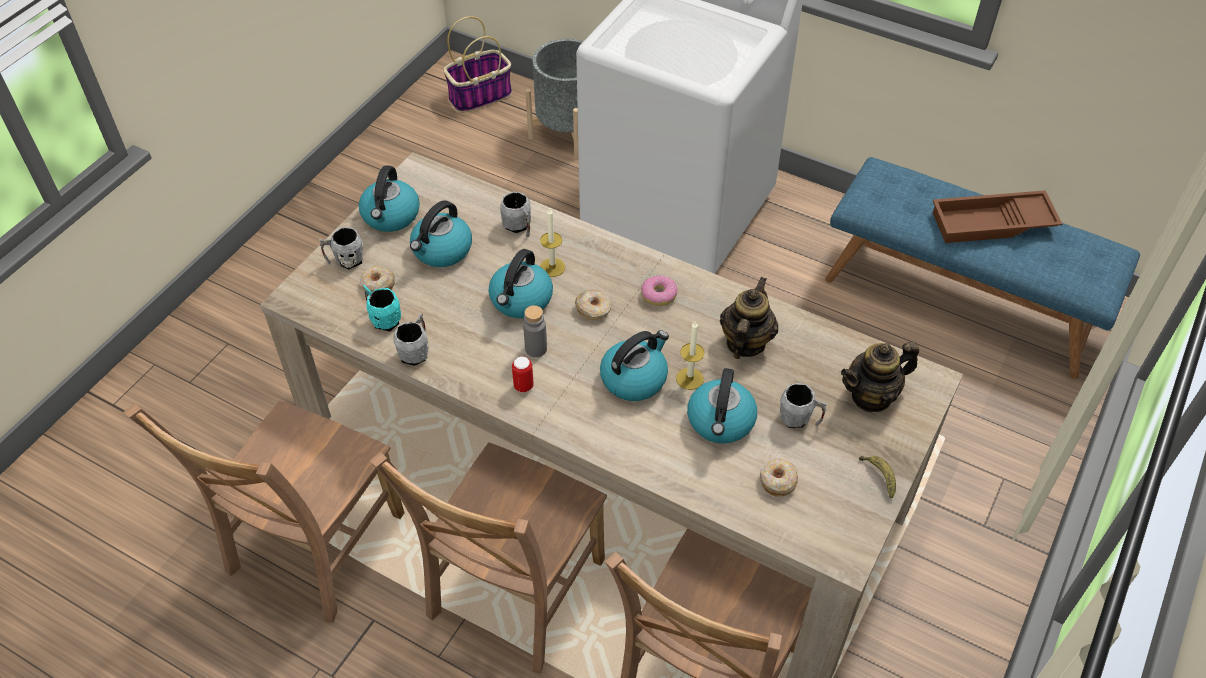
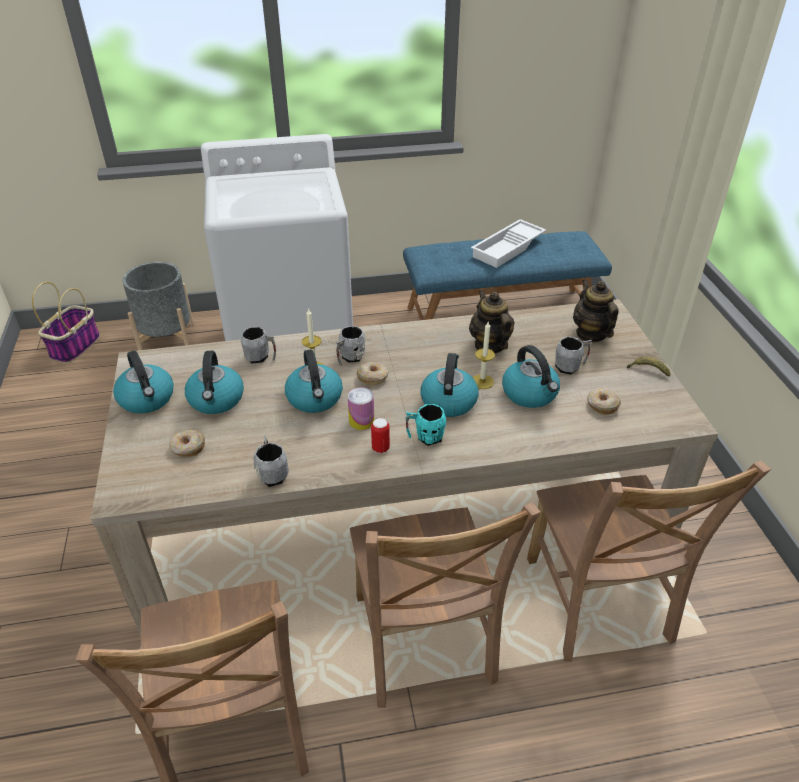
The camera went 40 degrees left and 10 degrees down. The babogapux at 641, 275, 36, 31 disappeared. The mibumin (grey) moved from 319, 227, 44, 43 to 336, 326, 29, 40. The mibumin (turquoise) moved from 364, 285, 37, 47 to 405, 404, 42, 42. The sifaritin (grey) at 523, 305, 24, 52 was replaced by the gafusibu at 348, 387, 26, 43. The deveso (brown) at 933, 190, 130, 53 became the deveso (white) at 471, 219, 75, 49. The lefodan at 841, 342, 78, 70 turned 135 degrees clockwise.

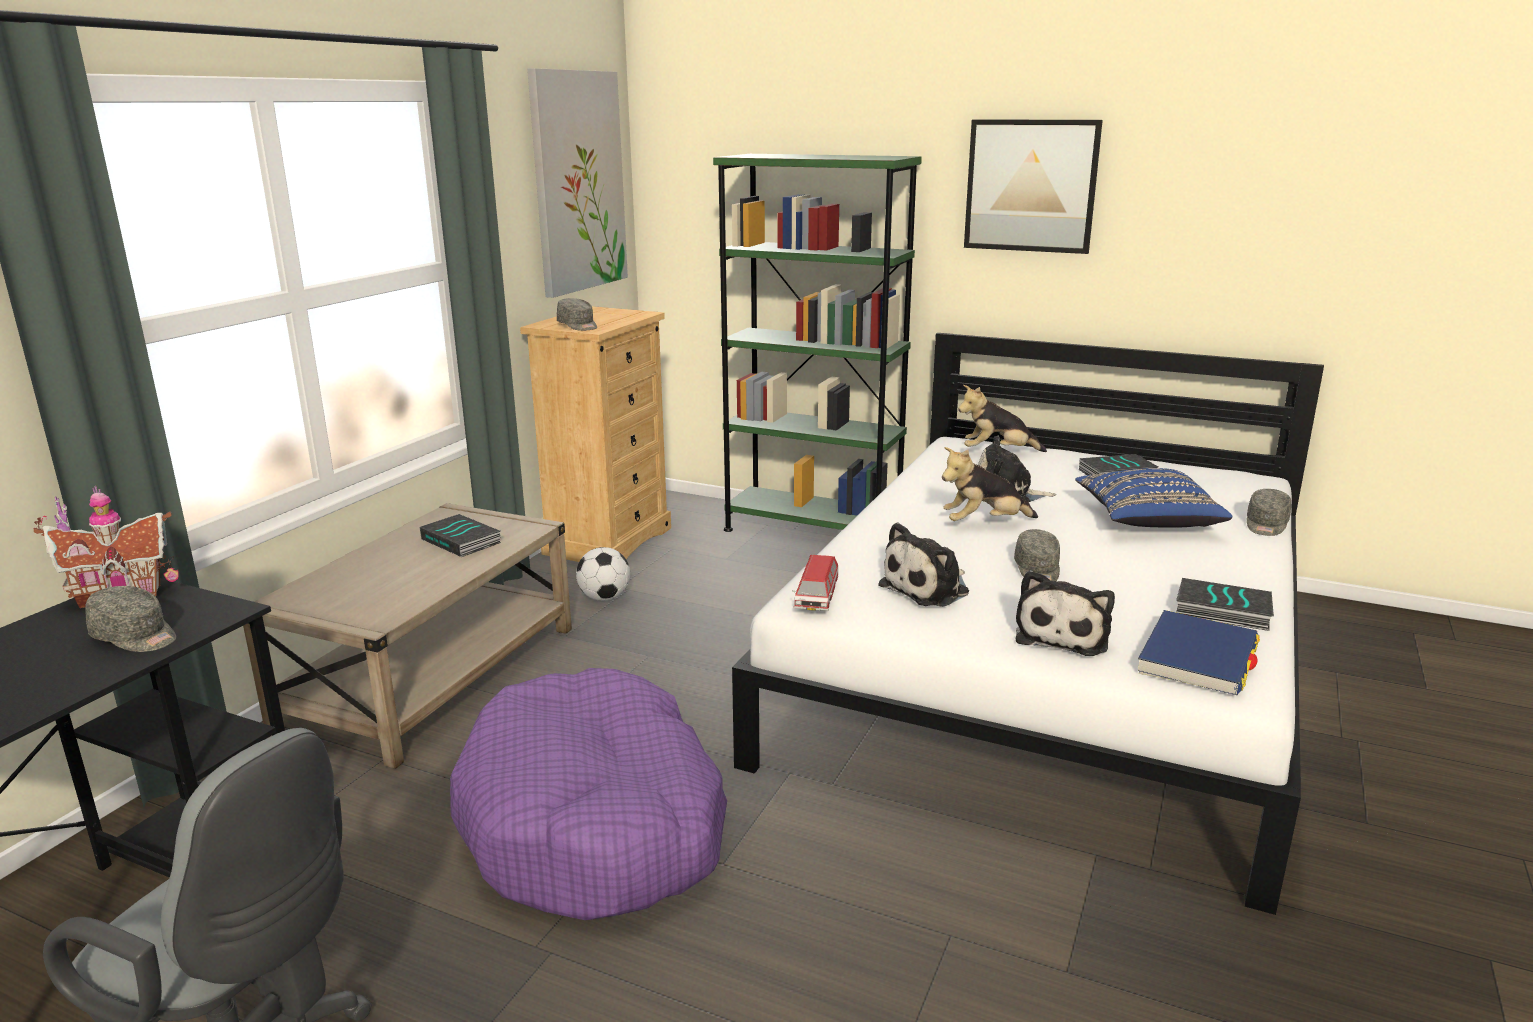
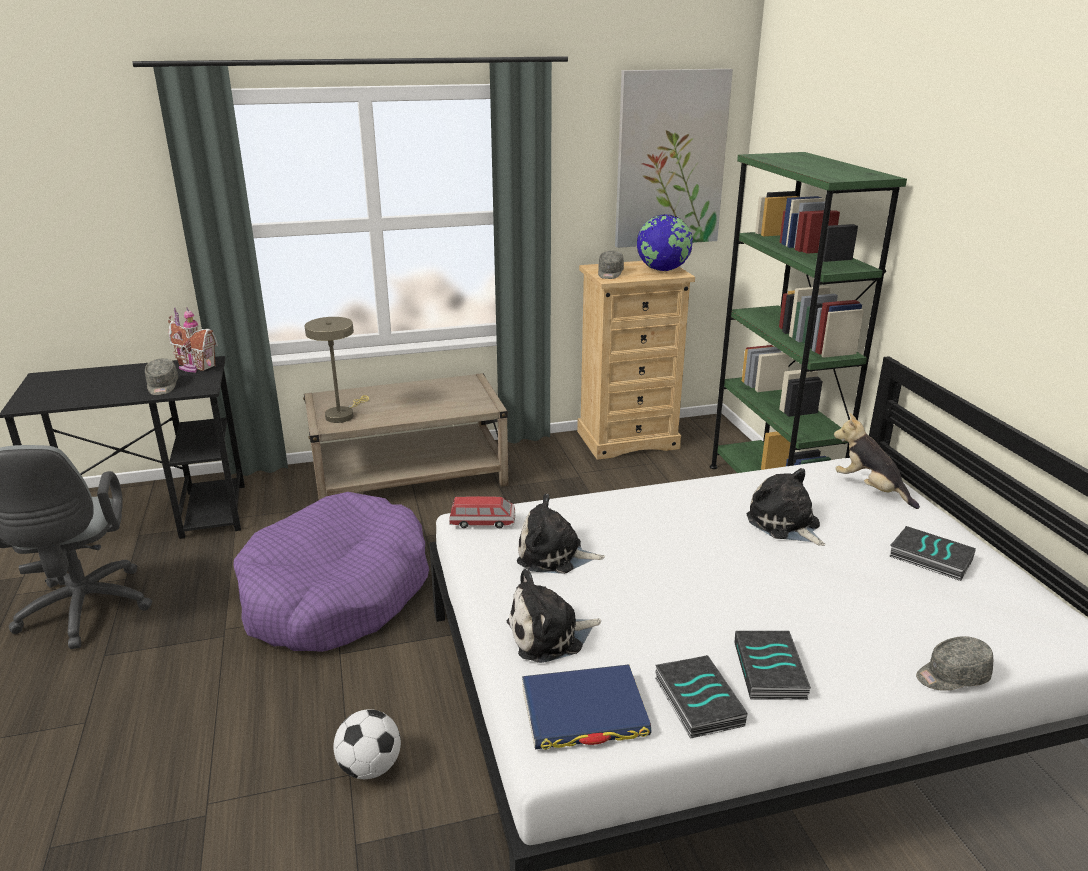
The camera went 50 degrees right and 5 degrees up. The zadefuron at 942, 447, 96, 74 disappeared. The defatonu at 964, 120, 139, 134 disappeared. The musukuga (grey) at 1014, 529, 46, 52 disappeared. The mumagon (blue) at 1075, 468, 157, 60 disappeared. The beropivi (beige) at 305, 317, 64, 106 appeared. The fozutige at 637, 214, 56, 57 appeared. The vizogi moved from 419, 514, 82, 43 to 734, 631, 77, 69. The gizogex moved from 576, 547, 54, 54 to 333, 709, 68, 70. The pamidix at 792, 555, 46, 56 turned 150 degrees counterclockwise.

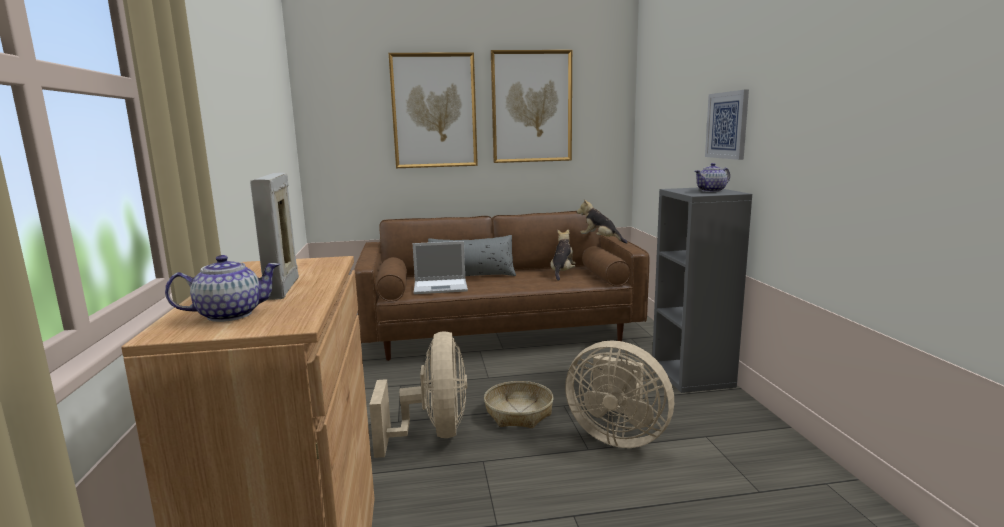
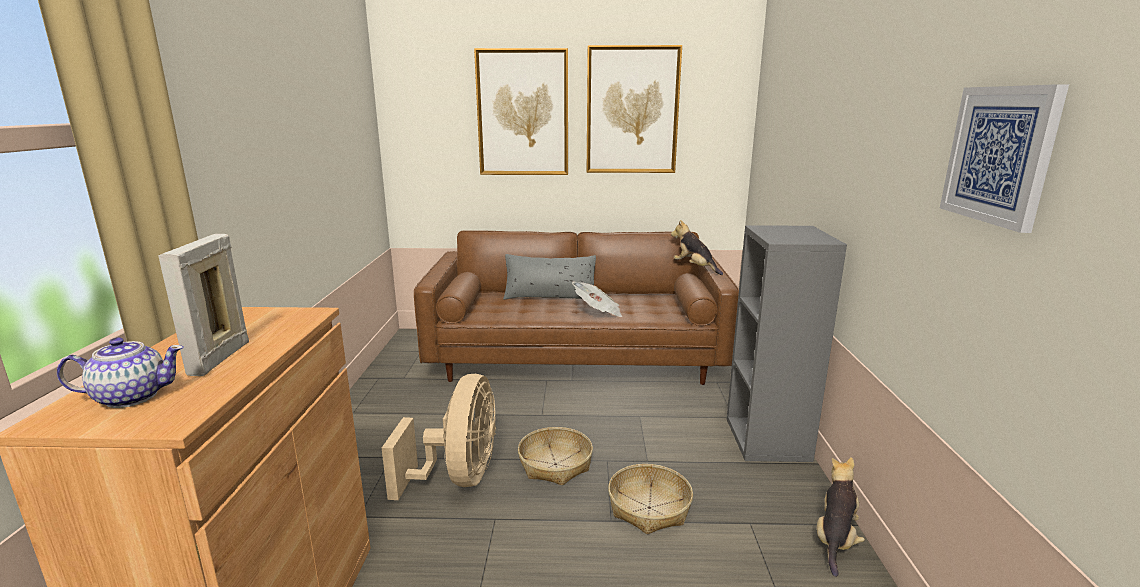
The camera went 10 degrees right and 5 degrees up. The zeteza at 413, 241, 55, 53 disappeared. The lefodan at 695, 163, 35, 29 disappeared. The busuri at 572, 282, 50, 35 appeared. The zadefuron moved from 550, 229, 25, 52 to 817, 457, 48, 120. The defatonu moved from 705, 90, 44, 70 to 940, 84, 129, 149. The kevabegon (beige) at 565, 340, 109, 108 was replaced by the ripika at 608, 464, 85, 70.

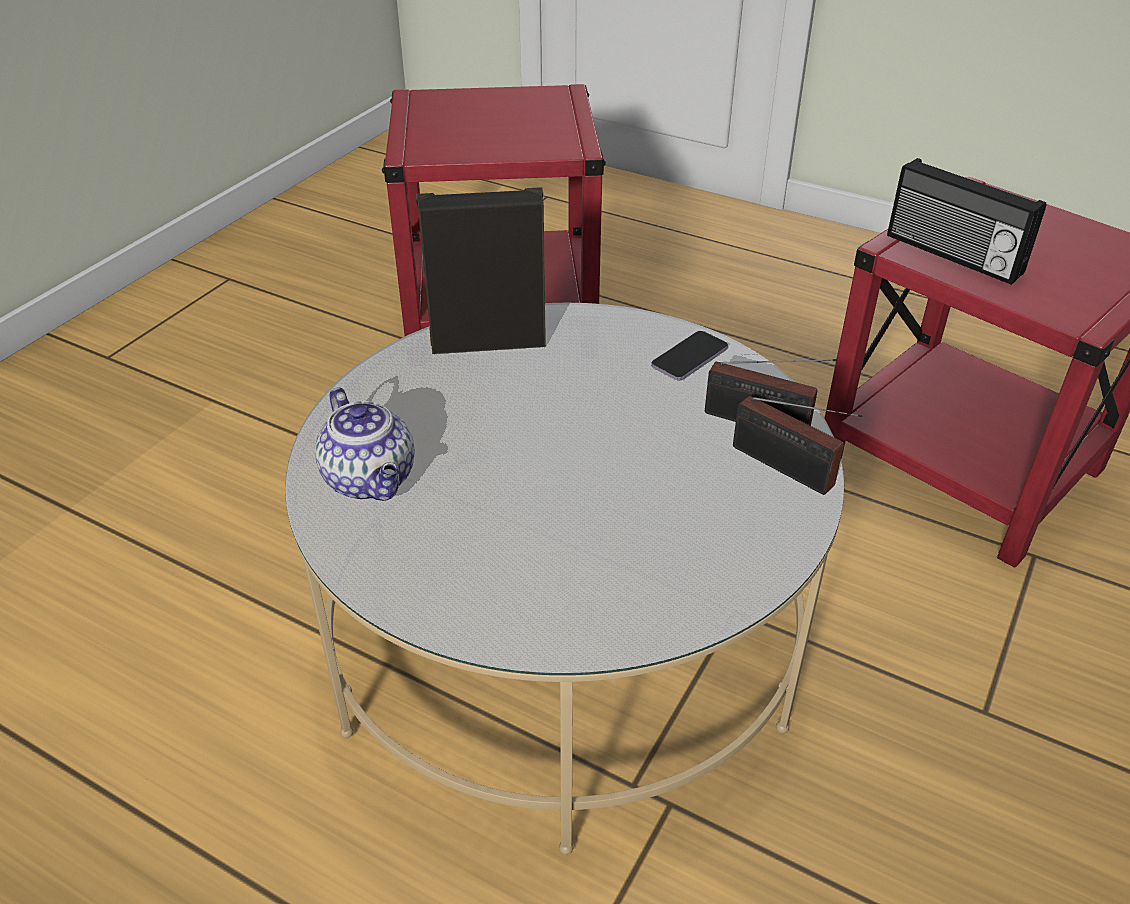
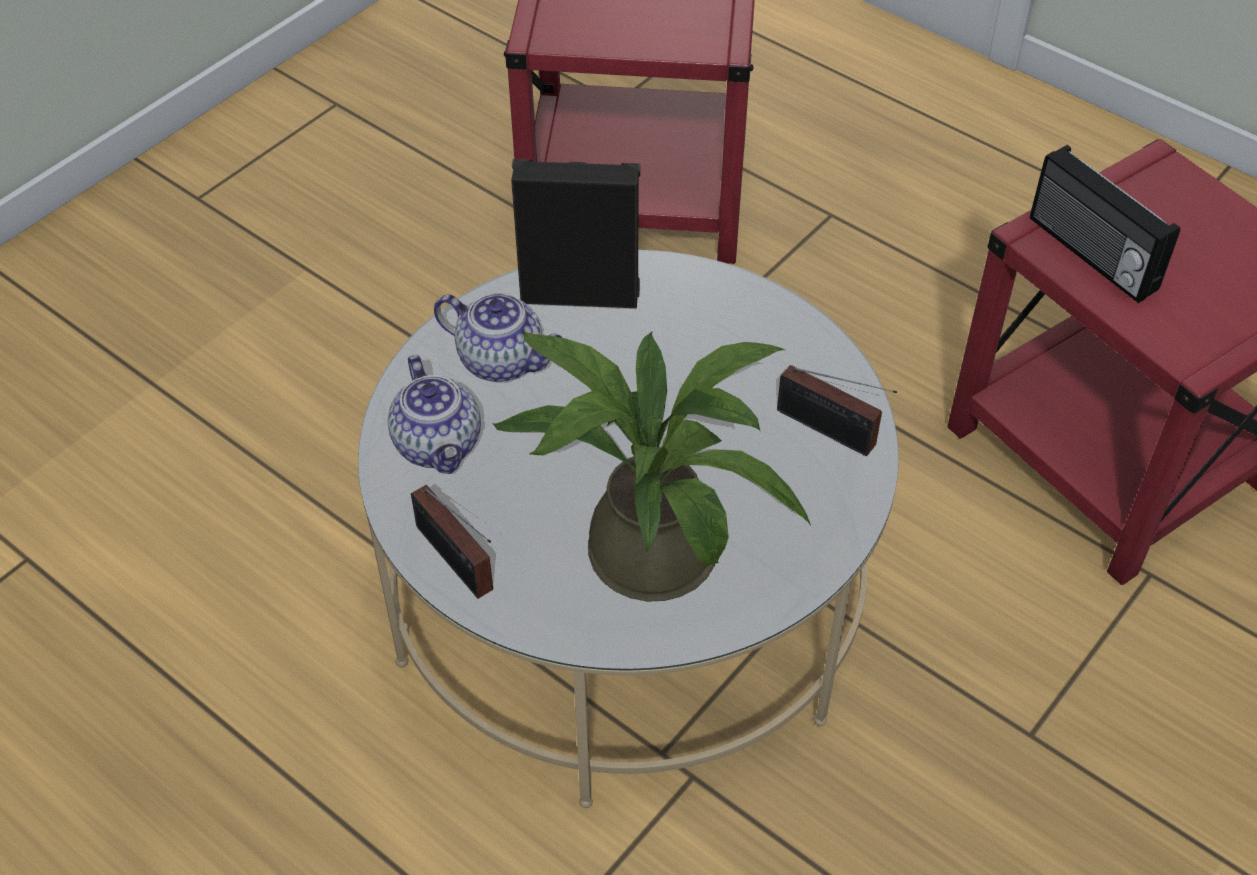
The camera went 10 degrees right and 10 degrees up. The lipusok at 651, 331, 77, 49 disappeared. The lefodan at 434, 293, 128, 89 appeared. The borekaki at 493, 331, 318, 270 appeared. The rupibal moved from 733, 396, 130, 99 to 411, 485, 82, 114.

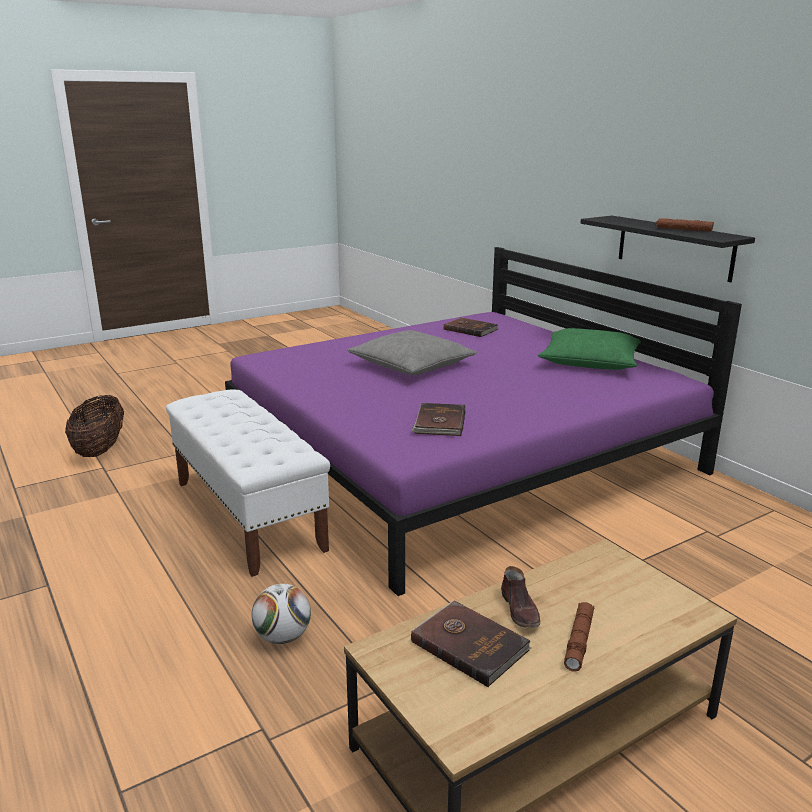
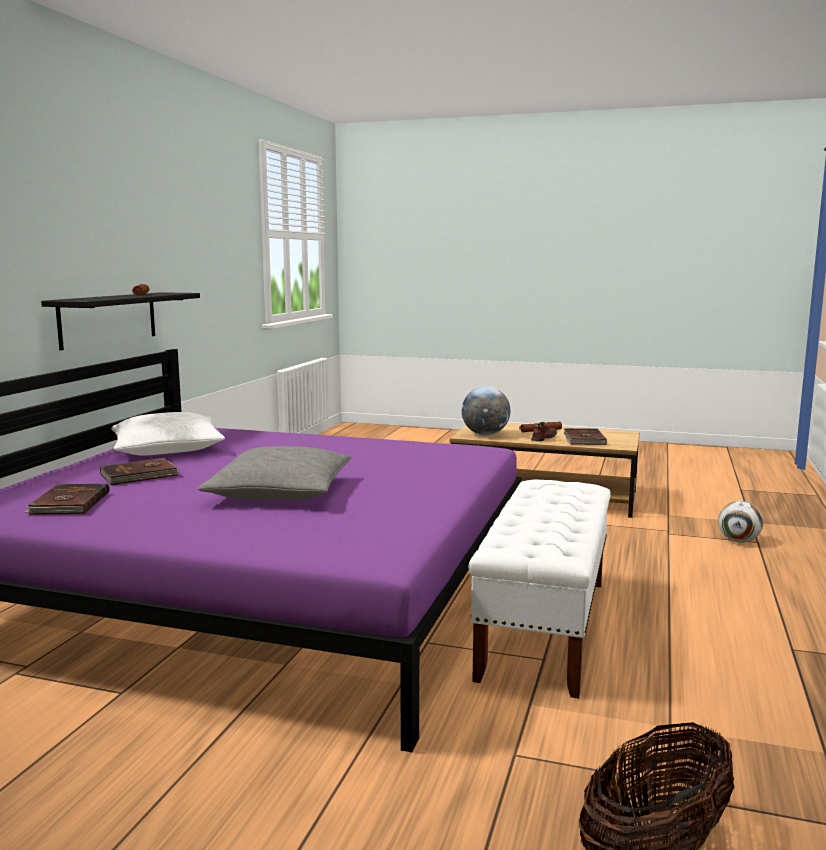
The camera went 130 degrees left and 10 degrees down. The fozutige at 462, 386, 48, 49 appeared. The gizogex moved from 252, 584, 59, 60 to 718, 501, 45, 41. The vizogi (brown) moved from 411, 403, 54, 33 to 100, 458, 79, 27. The mumagon (green) at 538, 328, 103, 42 became the mumagon (white) at 111, 412, 114, 44.

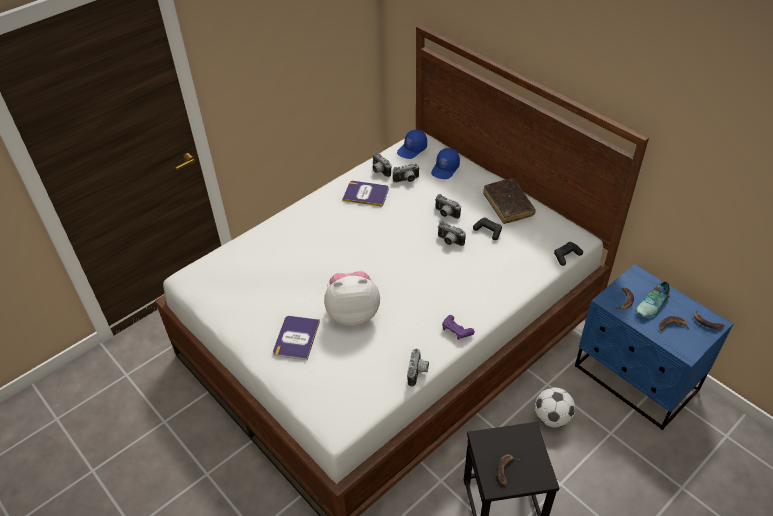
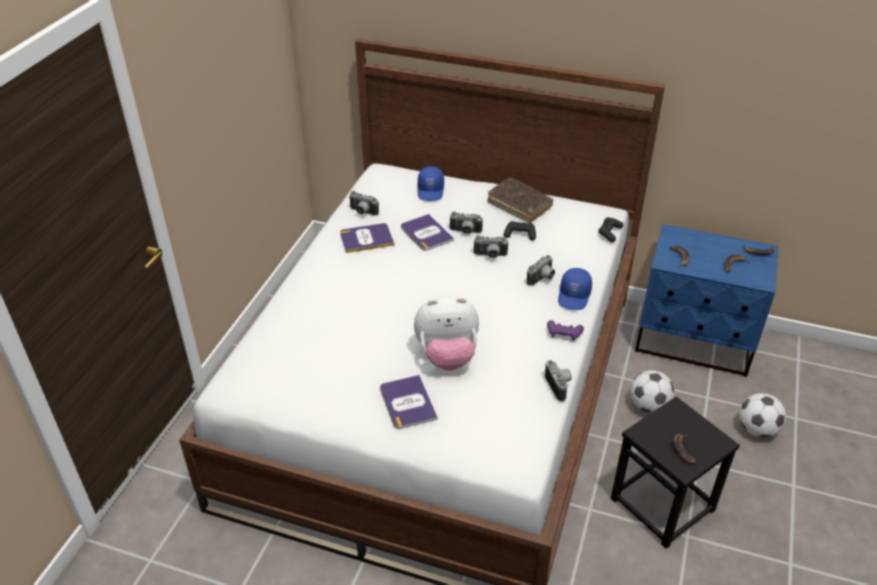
The camera went 30 degrees left and 5 degrees down. The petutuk at 636, 281, 34, 37 disappeared. The vizogi at 401, 214, 53, 37 appeared. The gizogex at 739, 393, 47, 45 appeared. The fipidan moved from 393, 163, 27, 20 to 527, 255, 28, 31. The musukuga (blue) moved from 397, 130, 30, 29 to 558, 268, 34, 42. The zadefuron at 324, 271, 56, 55 turned 150 degrees counterclockwise.

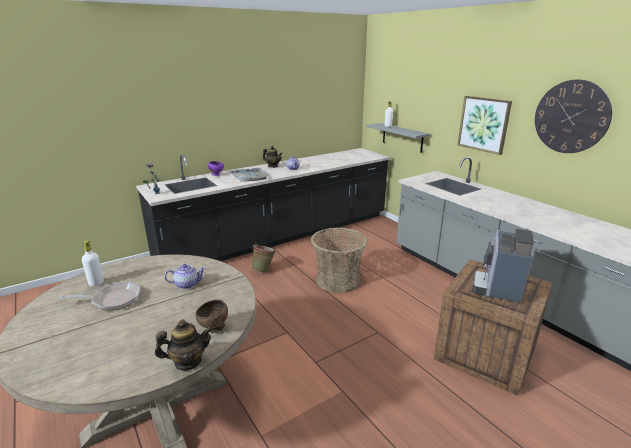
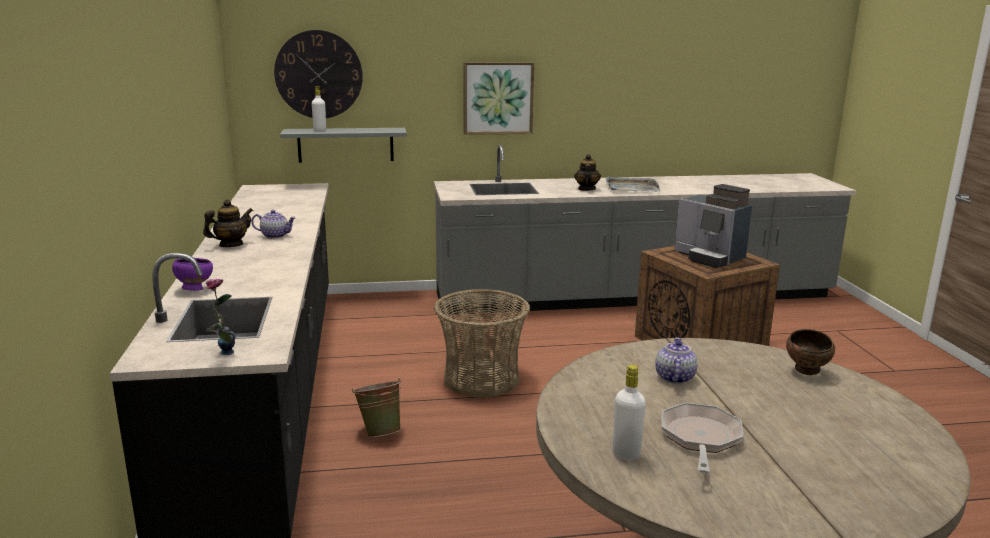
The camera went 65 degrees left and 5 degrees down. The lefodan moved from 155, 319, 58, 52 to 574, 154, 27, 37. The deveso (grey) moved from 230, 167, 38, 15 to 606, 176, 54, 16. The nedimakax moved from 535, 79, 77, 74 to 274, 30, 89, 88.

